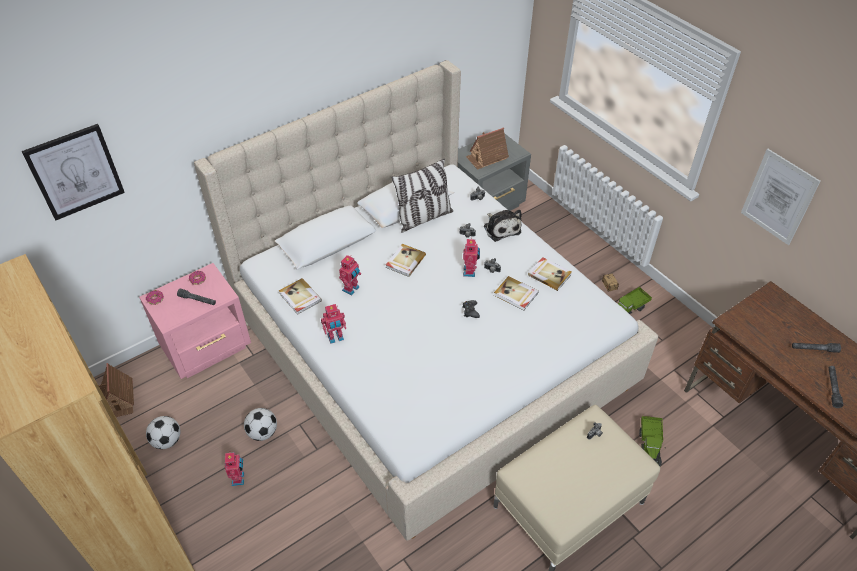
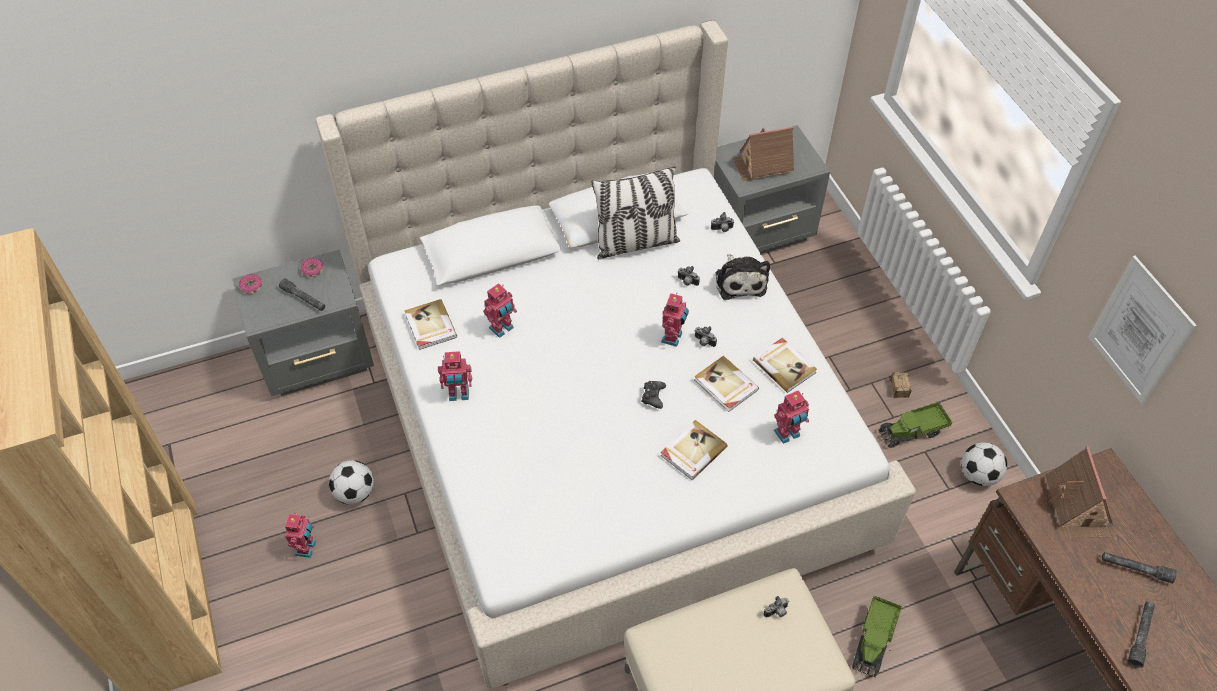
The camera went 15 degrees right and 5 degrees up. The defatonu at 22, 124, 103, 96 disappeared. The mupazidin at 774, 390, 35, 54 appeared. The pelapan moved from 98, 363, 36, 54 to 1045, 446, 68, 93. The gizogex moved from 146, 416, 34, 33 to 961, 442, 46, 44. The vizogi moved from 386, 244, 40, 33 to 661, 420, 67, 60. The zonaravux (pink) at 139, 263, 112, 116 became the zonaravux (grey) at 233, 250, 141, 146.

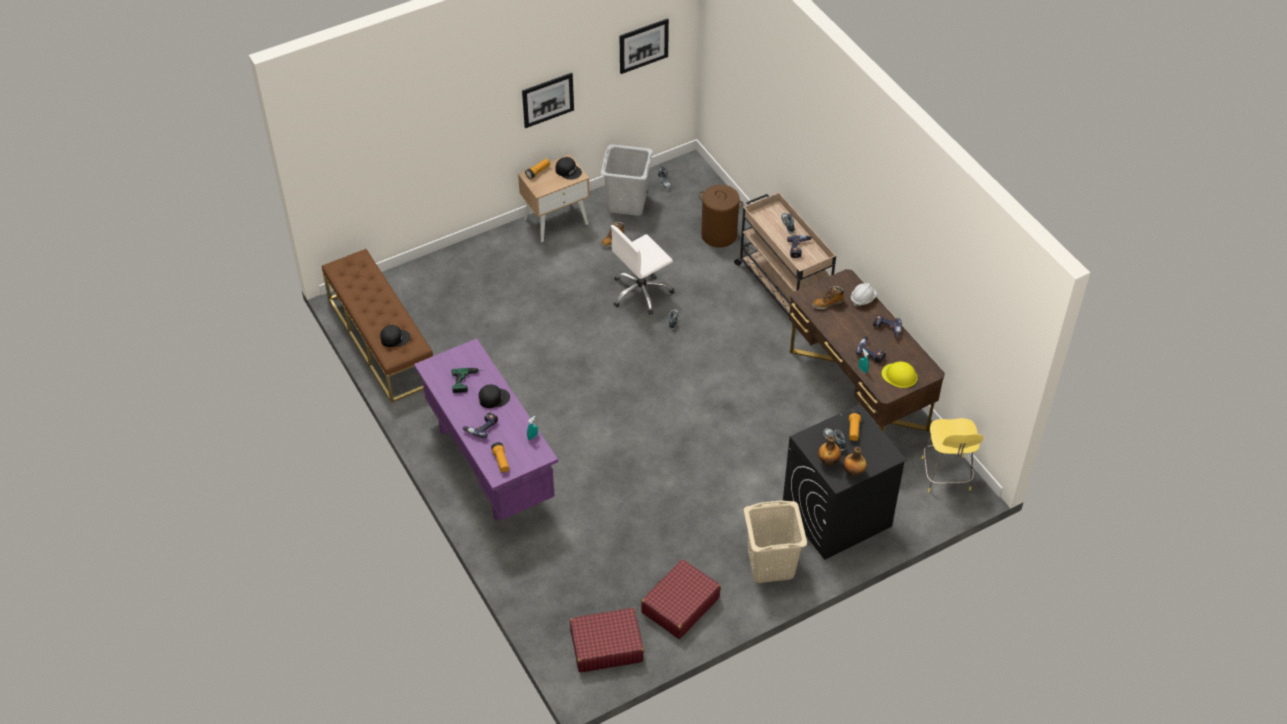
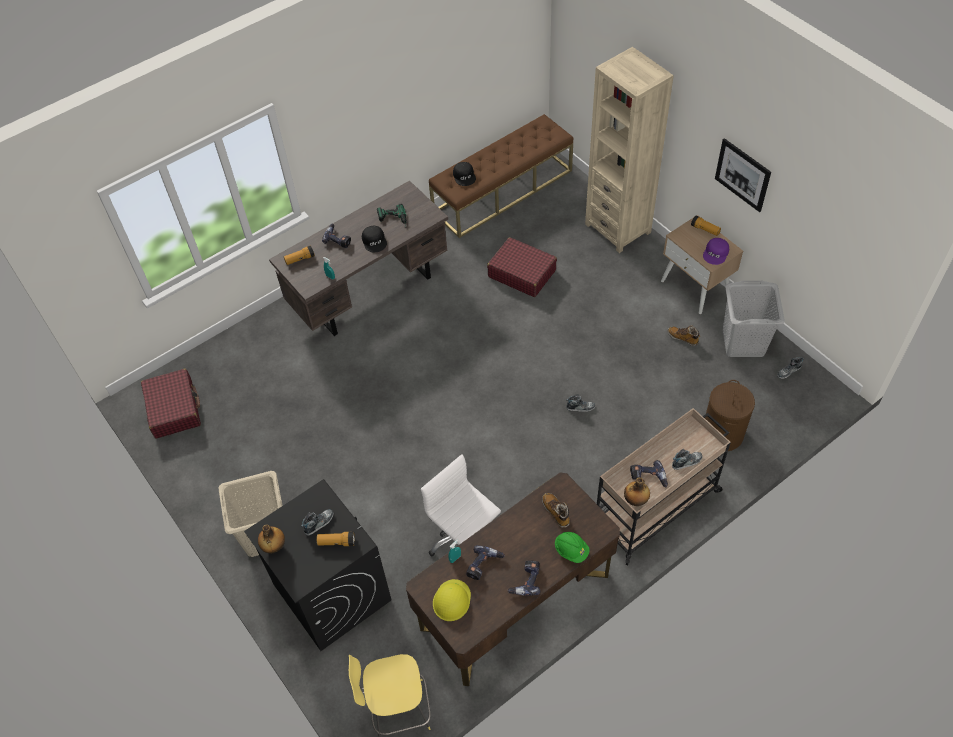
The camera went 85 degrees right and 5 degrees up. The defatonu at 620, 18, 49, 56 disappeared. The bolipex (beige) at 585, 47, 89, 206 appeared. The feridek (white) moved from 611, 225, 63, 90 to 421, 454, 80, 102. The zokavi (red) moved from 641, 559, 80, 80 to 487, 237, 70, 60. The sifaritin moved from 818, 436, 23, 30 to 624, 477, 26, 29. The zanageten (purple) at 414, 338, 144, 182 became the zanageten (brown) at 269, 181, 179, 155. The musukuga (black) at 555, 157, 27, 23 became the musukuga (purple) at 703, 238, 26, 27. The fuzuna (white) at 851, 283, 26, 24 became the fuzuna (green) at 555, 532, 35, 31.

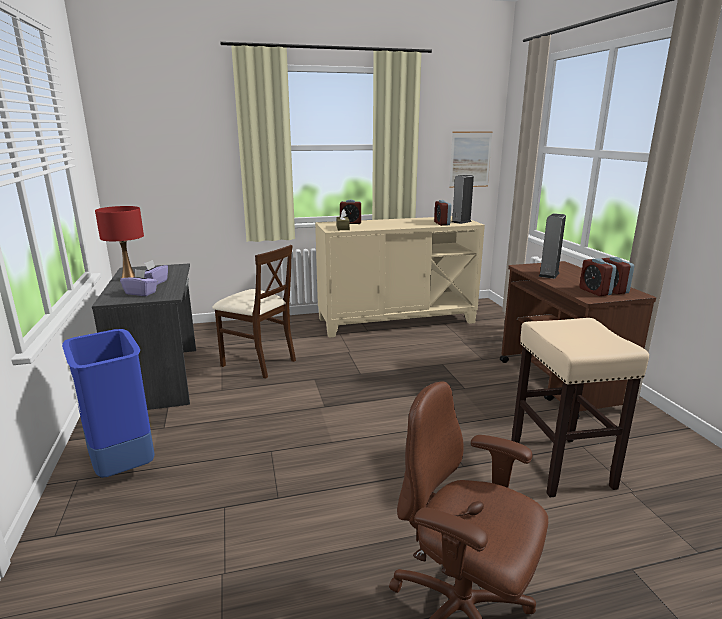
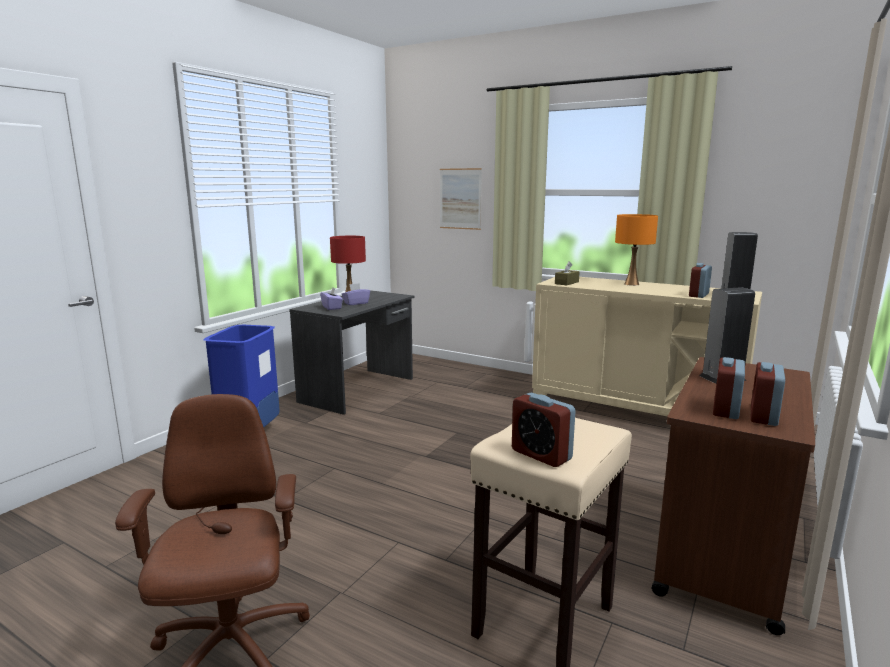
The camera went 45 degrees right and 5 degrees down. The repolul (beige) at 212, 245, 84, 133 disappeared. The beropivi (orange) at 615, 214, 43, 72 appeared. The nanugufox moved from 340, 199, 21, 25 to 512, 393, 64, 74. The defatonu moved from 449, 131, 44, 57 to 440, 168, 42, 62.

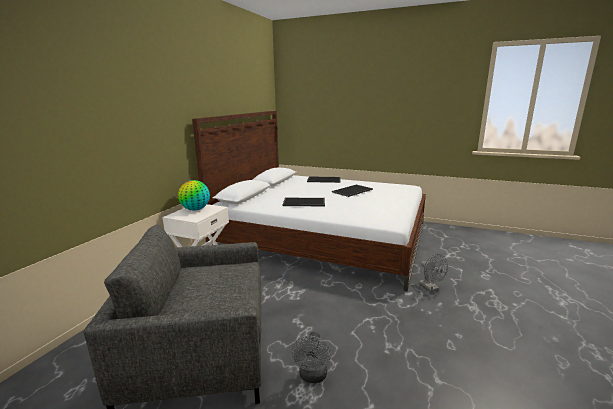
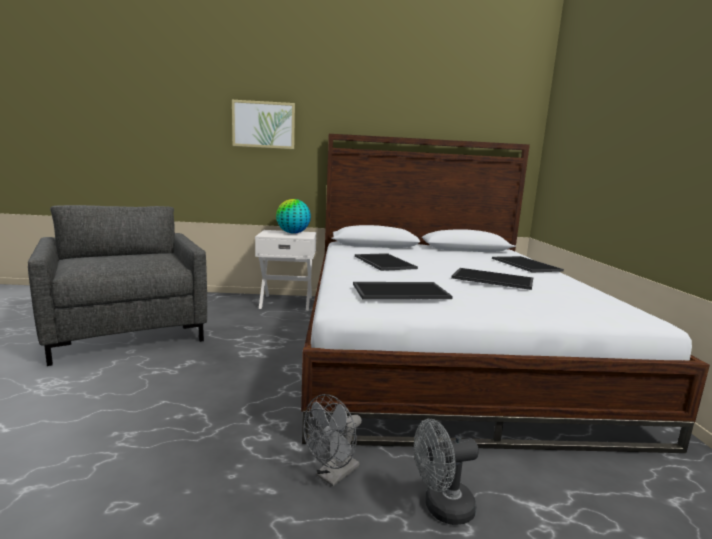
The camera went 65 degrees right and 5 degrees down. The defatonu at 232, 100, 63, 49 appeared. The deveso at 353, 282, 100, 18 appeared. The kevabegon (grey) moved from 292, 332, 39, 51 to 414, 419, 65, 106.

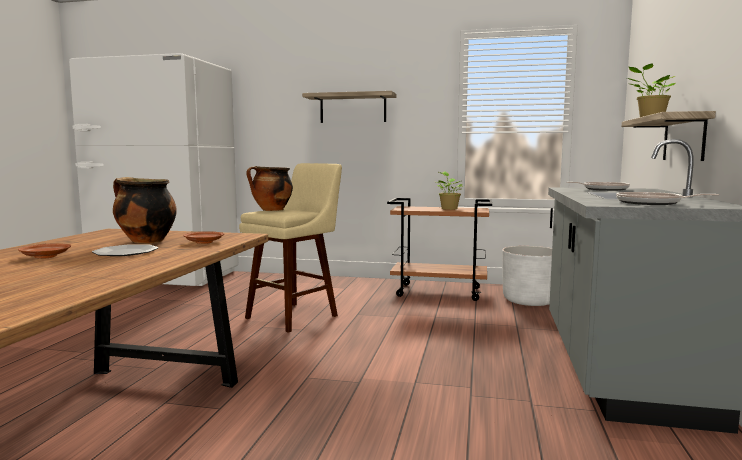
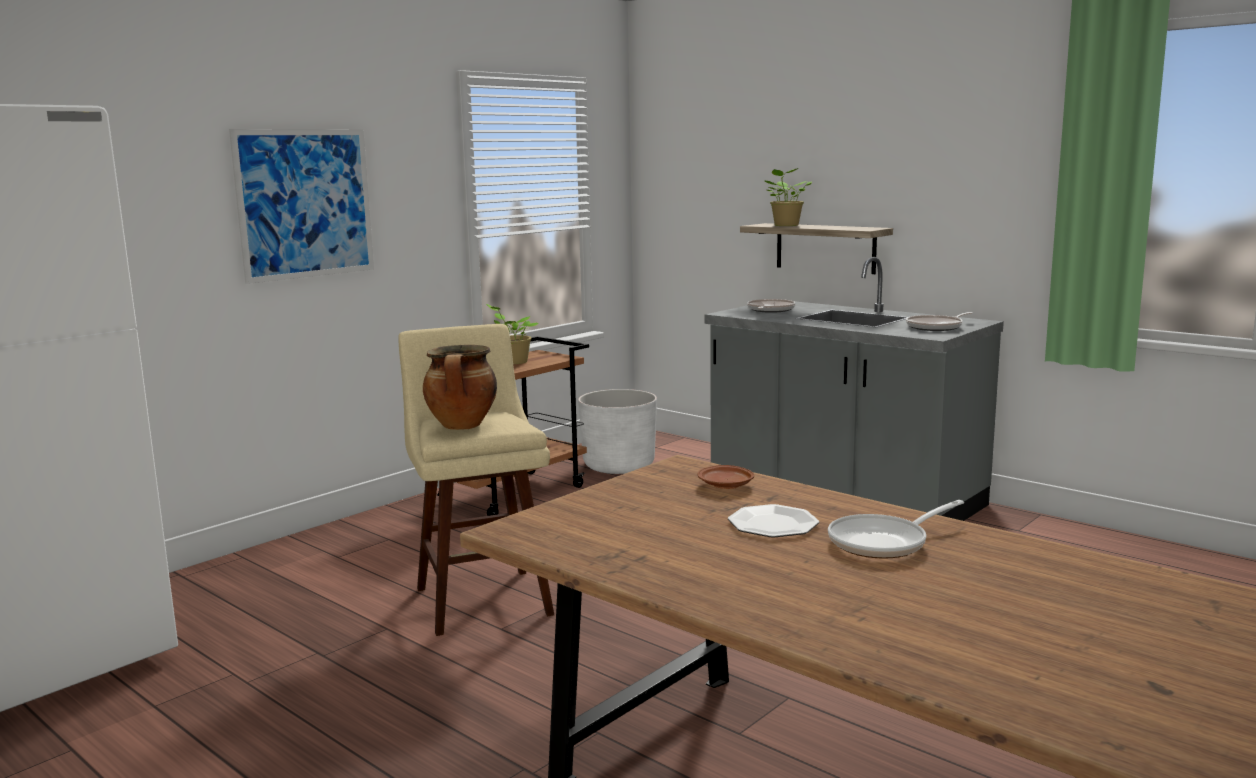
The camera went 60 degrees left and 5 degrees up. The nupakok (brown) at 18, 243, 53, 15 disappeared. The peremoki at 113, 177, 64, 66 disappeared. The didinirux at 828, 500, 136, 59 appeared. The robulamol at 302, 91, 94, 32 was replaced by the defatonu at 229, 129, 145, 155.

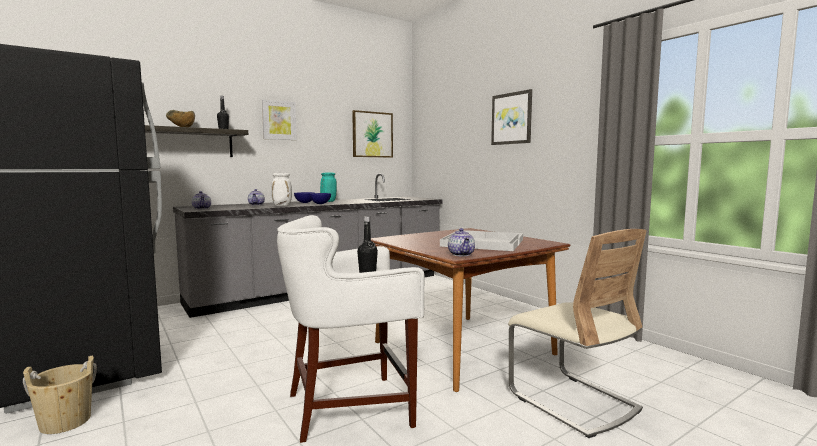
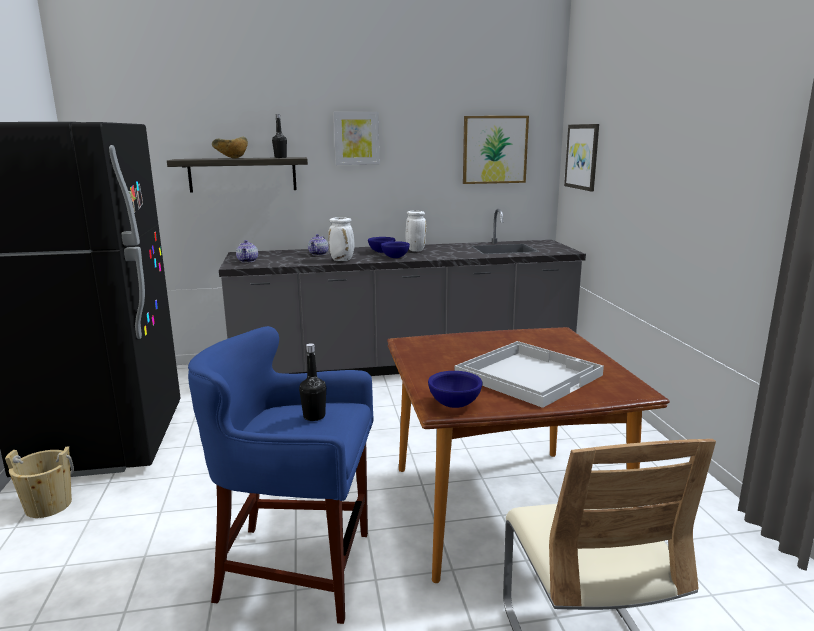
The camera went 25 degrees right and 10 degrees up. The defatonu moved from 491, 89, 41, 56 to 564, 124, 35, 68. The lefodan at 448, 228, 27, 28 was replaced by the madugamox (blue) at 428, 371, 55, 37. The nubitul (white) at 277, 215, 147, 228 became the nubitul (blue) at 188, 326, 185, 298. The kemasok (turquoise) at 320, 172, 17, 30 became the kemasok (white) at 405, 210, 21, 42.

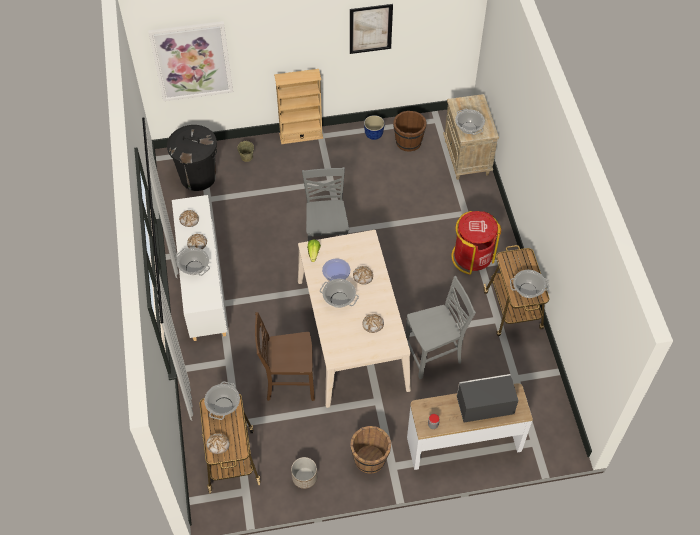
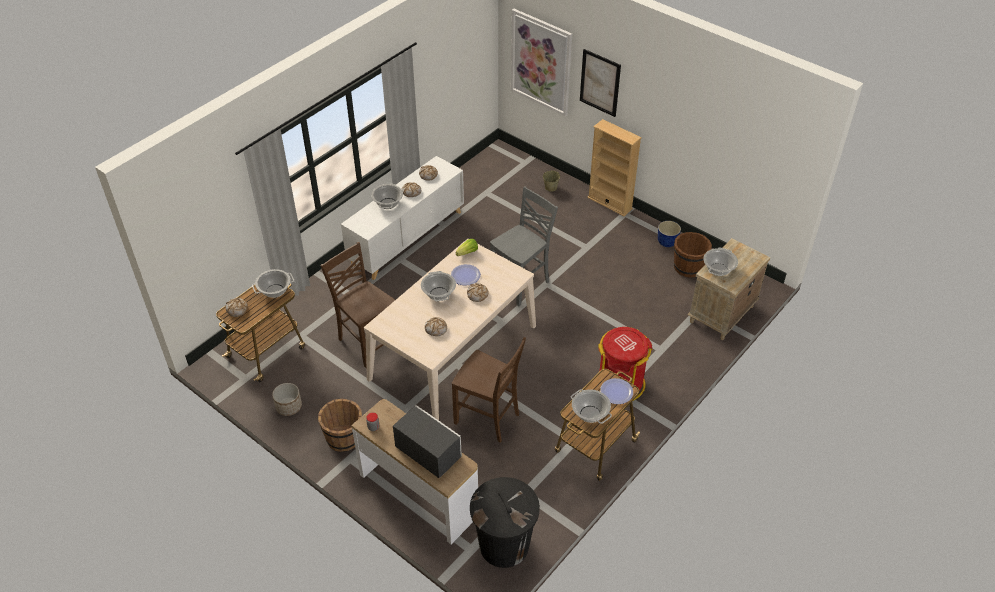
The camera went 50 degrees right and 10 degrees down. The nupakok at 600, 378, 33, 26 appeared. The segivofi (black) moved from 167, 125, 50, 66 to 470, 477, 70, 91. The defatonu moved from 350, 4, 43, 50 to 580, 49, 41, 68. The repolul (grey) at 405, 276, 71, 103 became the repolul (brown) at 452, 337, 74, 106.

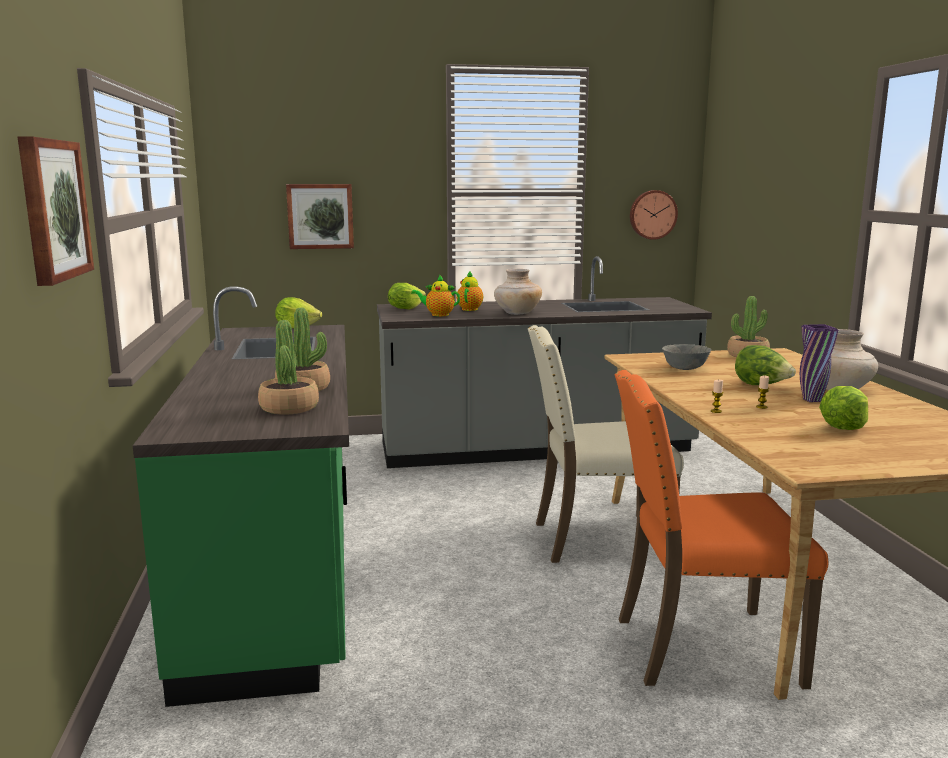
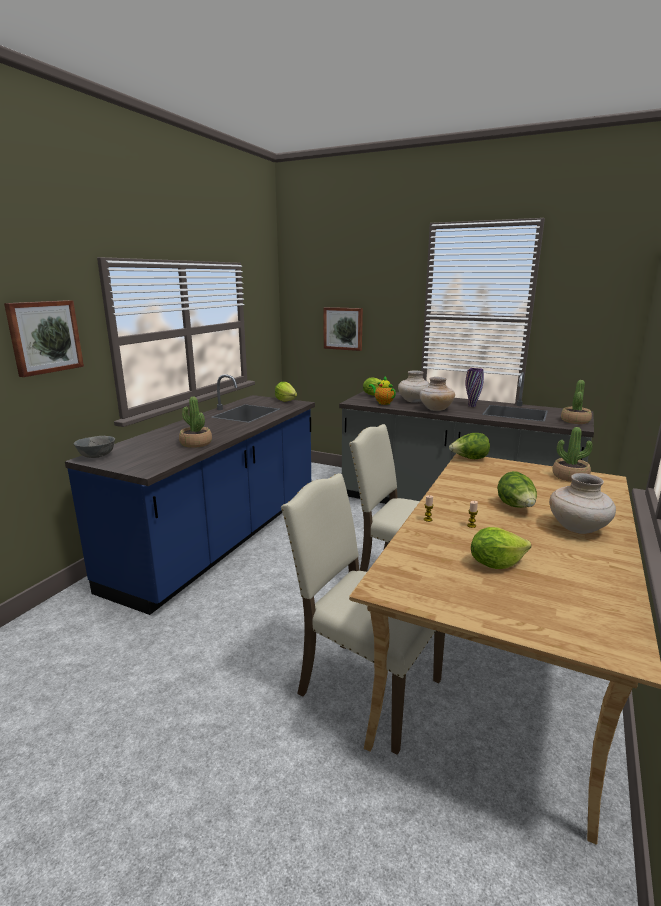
The camera went 35 degrees right and 5 degrees up. The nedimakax at 630, 190, 48, 50 disappeared. The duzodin at 449, 433, 41, 26 appeared. The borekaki moved from 258, 320, 61, 94 to 561, 380, 31, 44. The madugamox (grey) moved from 662, 344, 49, 26 to 74, 436, 41, 22. The kemasok (purple) moved from 800, 324, 38, 78 to 465, 368, 19, 39. The lefodan at 456, 271, 27, 40 was replaced by the kemasok (beige) at 398, 370, 32, 33. The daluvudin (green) at 133, 286, 216, 421 became the daluvudin (blue) at 65, 374, 250, 241. The repolul (orange) at 614, 370, 214, 319 became the repolul (beige) at 281, 473, 164, 282.

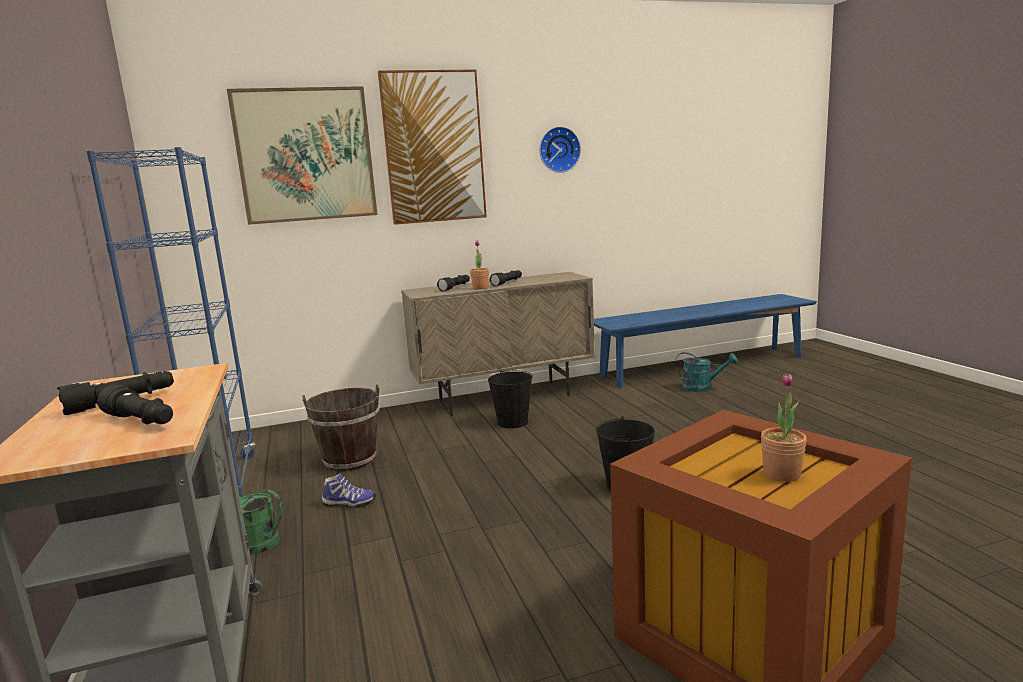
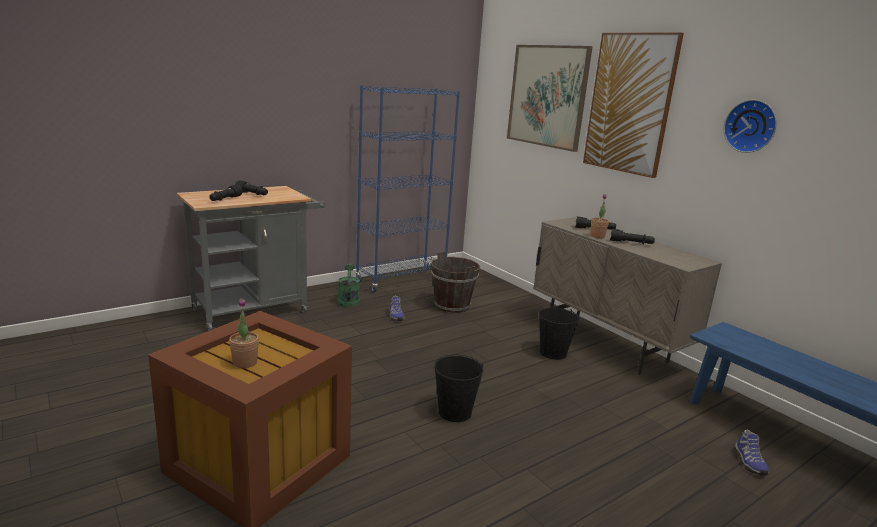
The camera went 70 degrees right and 5 degrees up. The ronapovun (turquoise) at 675, 352, 63, 40 was replaced by the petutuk at 735, 430, 34, 46.

